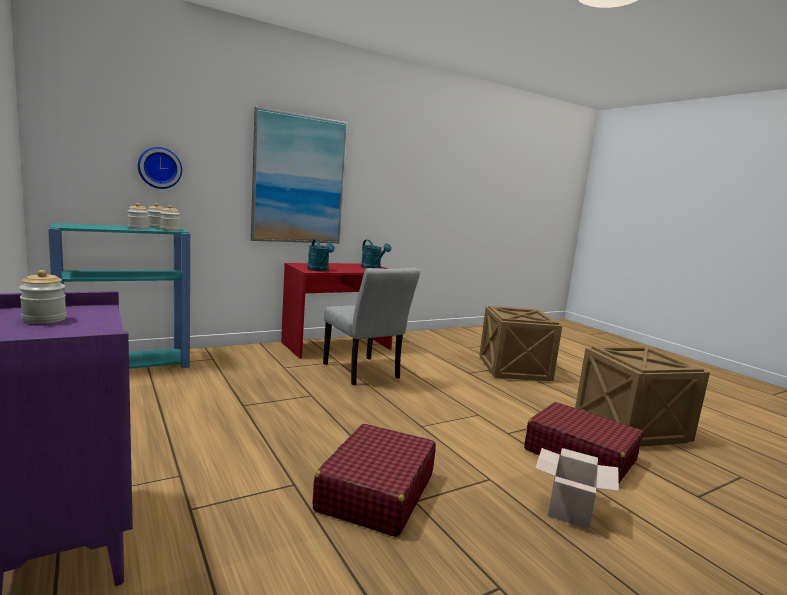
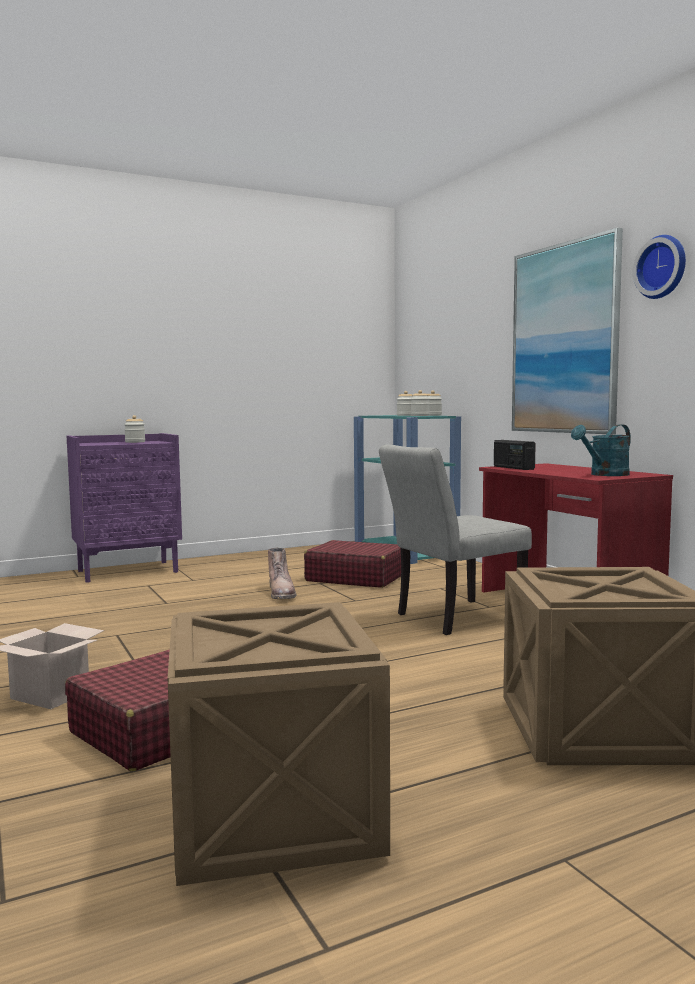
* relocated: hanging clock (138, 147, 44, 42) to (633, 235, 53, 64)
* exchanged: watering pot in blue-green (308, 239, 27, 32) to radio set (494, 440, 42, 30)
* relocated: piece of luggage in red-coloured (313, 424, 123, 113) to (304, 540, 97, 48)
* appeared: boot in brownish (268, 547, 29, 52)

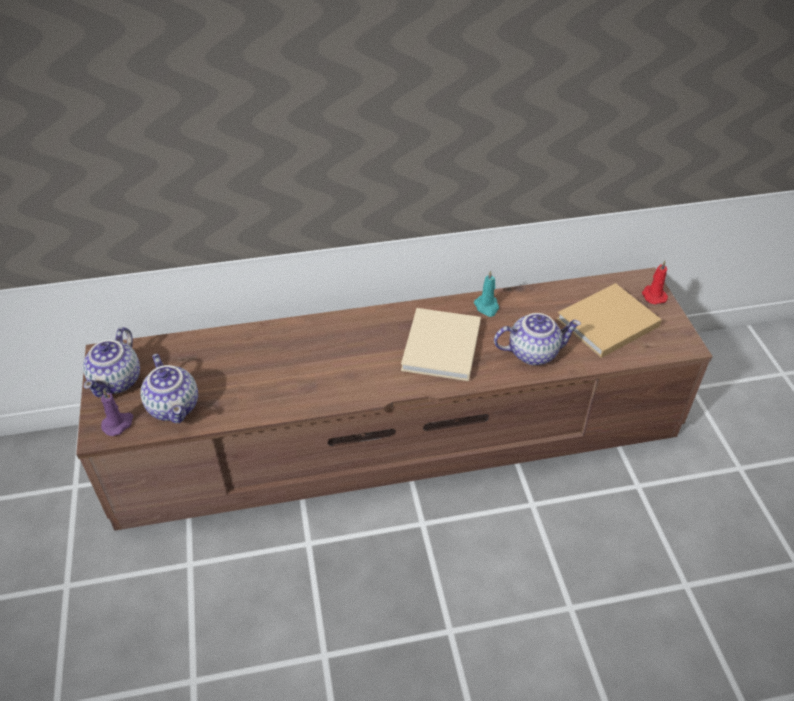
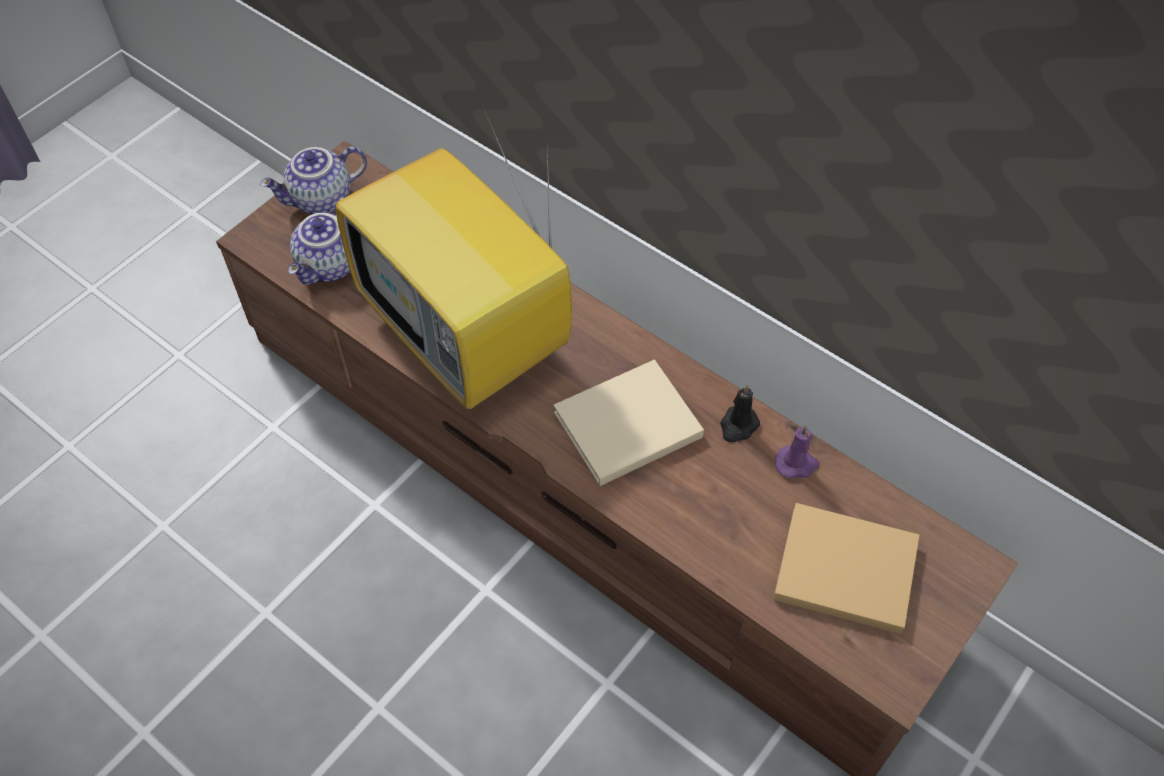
* relocated: wax light in purplish (101, 389, 32, 47) to (775, 425, 45, 54)
* colour: wax light in blue-green (474, 270, 25, 47) to wax light in black (720, 385, 40, 57)
* missing: teapot (494, 313, 87, 52)
* missing: wax light in red-coloured (642, 261, 26, 43)
* appeared: TV set (336, 110, 236, 299)

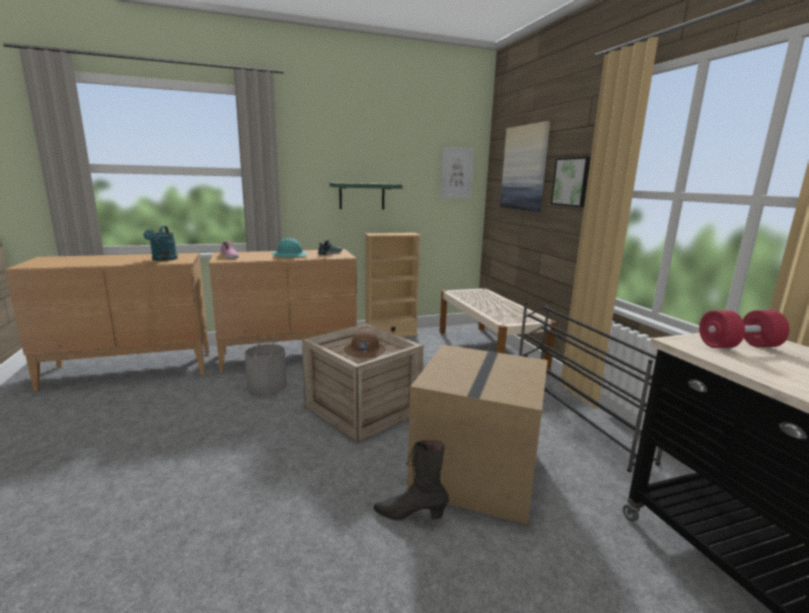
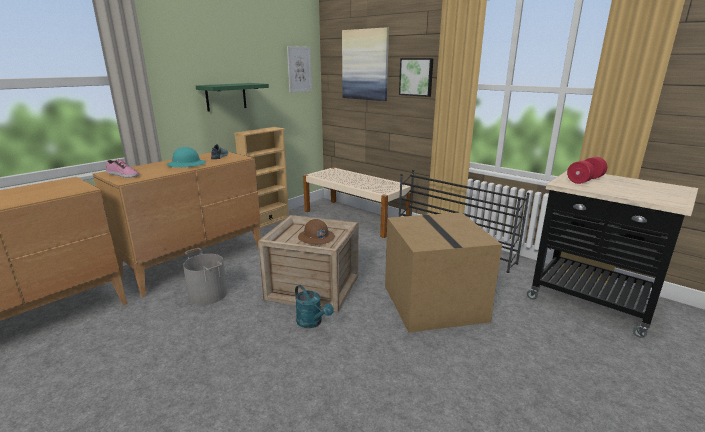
* relocated: watering pot in blue-green (143, 226, 35, 35) to (295, 285, 39, 43)
* missing: boot in black (373, 440, 76, 81)

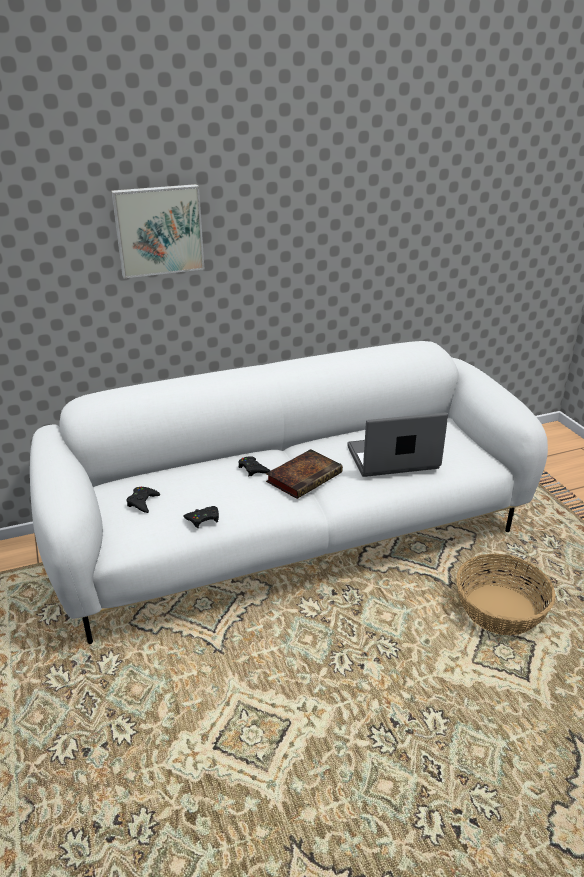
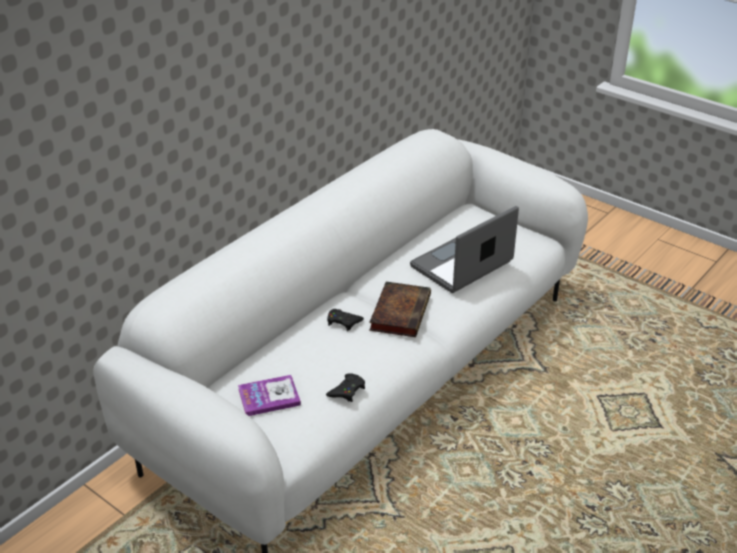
* missing: picture (111, 184, 93, 94)
* exchanged: game controller in black (126, 486, 34, 27) to volume (238, 375, 63, 41)
* missing: household basket (456, 554, 100, 81)

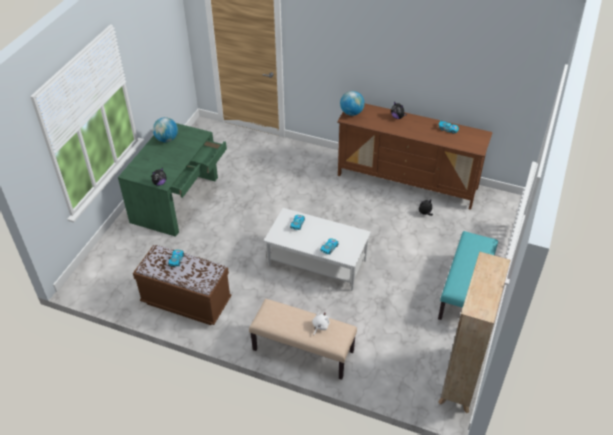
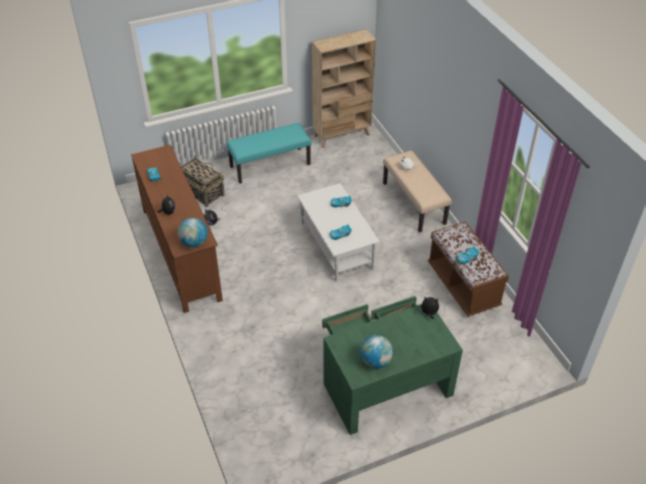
* appeared: household basket (181, 156, 44, 51)

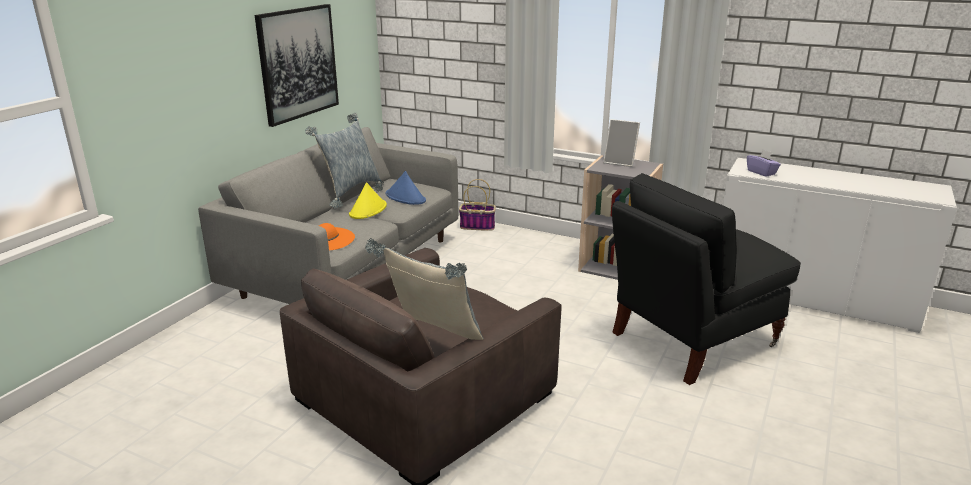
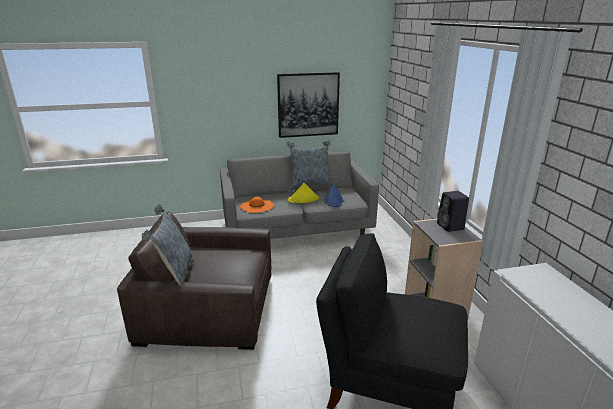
* missing: household basket (459, 179, 37, 52)
* exchanged: standing frame (603, 119, 37, 48) to audio speaker in black (437, 191, 32, 41)
* missing: tissue box in purplish (747, 149, 34, 28)

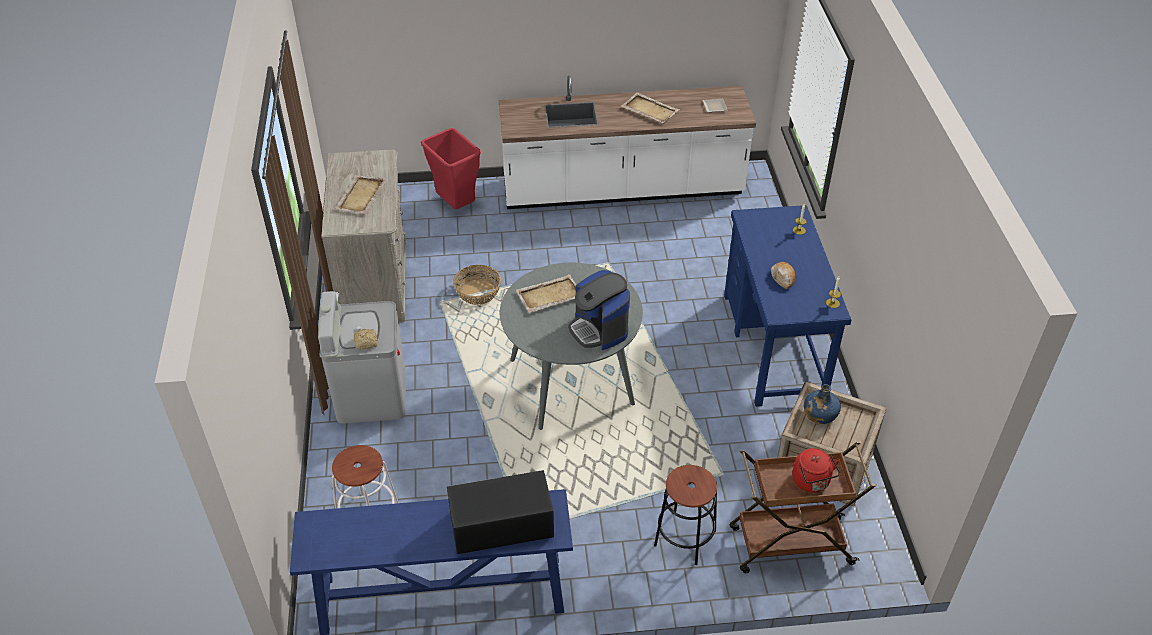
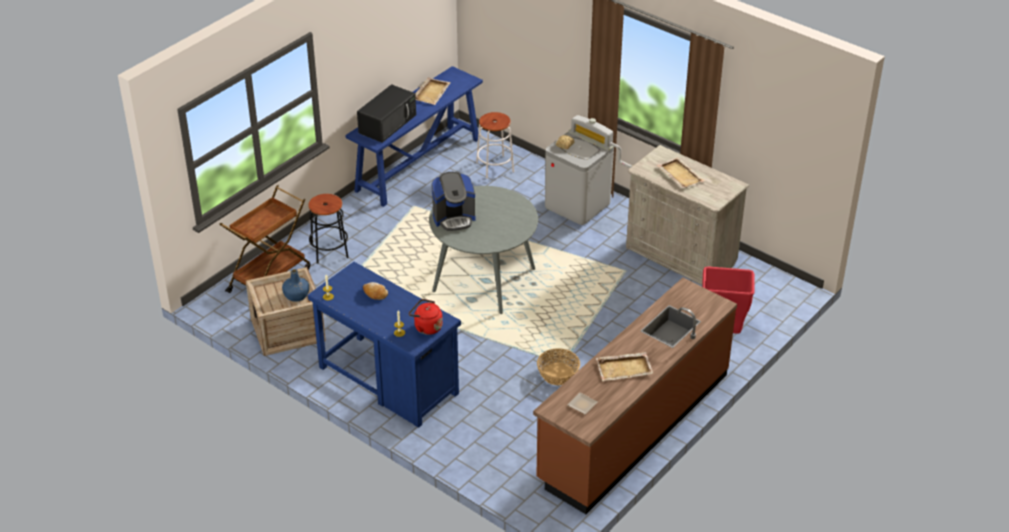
* relocated: household basket (453, 265, 48, 40) to (537, 348, 43, 37)
* colour: counter in white (499, 75, 257, 134) to counter in brownish (533, 278, 204, 236)
* relocated: tray in sand-coloured (516, 274, 60, 39) to (415, 78, 35, 27)
* spun: coffee machine (568, 270, 62, 80) = (431, 172, 44, 59) 150 degrees clockwise
* relocated: tea kettle in red-coloured (792, 448, 48, 45) to (409, 299, 34, 36)

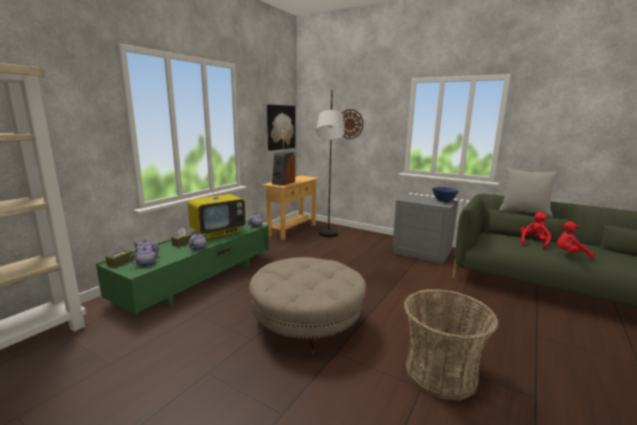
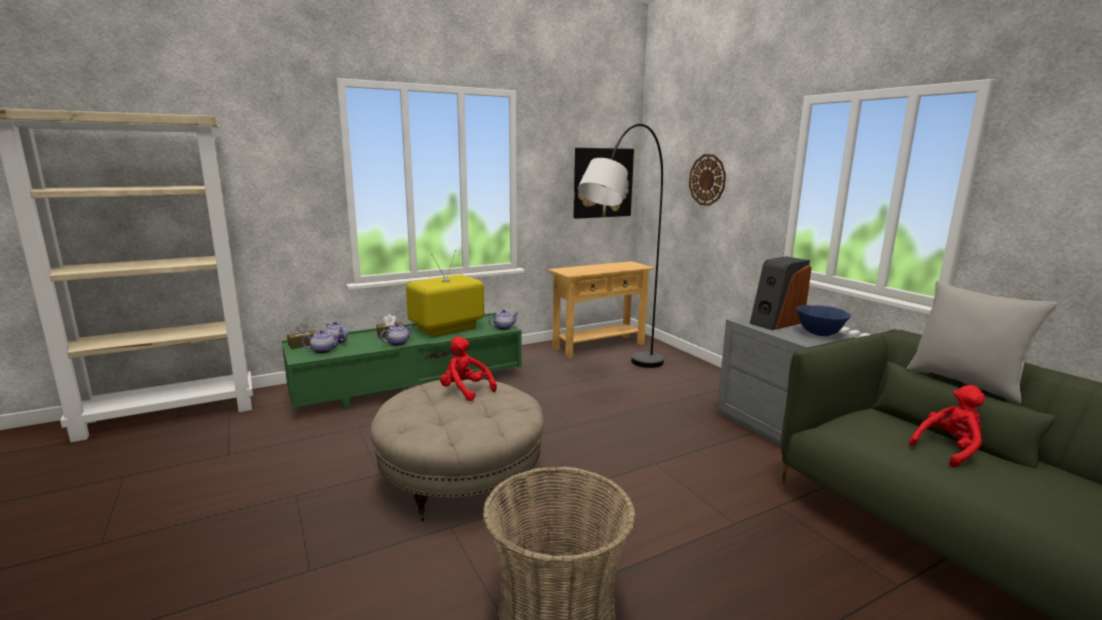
* spun: TV set (188, 177, 58, 62) = (406, 250, 78, 87) 150 degrees clockwise
* relocated: audio speaker (272, 152, 23, 34) to (750, 256, 61, 74)
* relocated: soft toy in red-coloured (557, 221, 37, 37) to (440, 337, 57, 64)

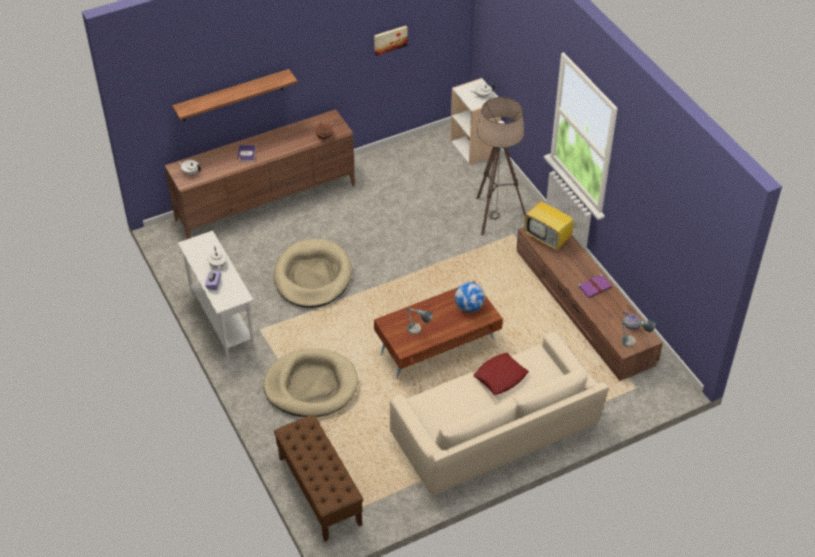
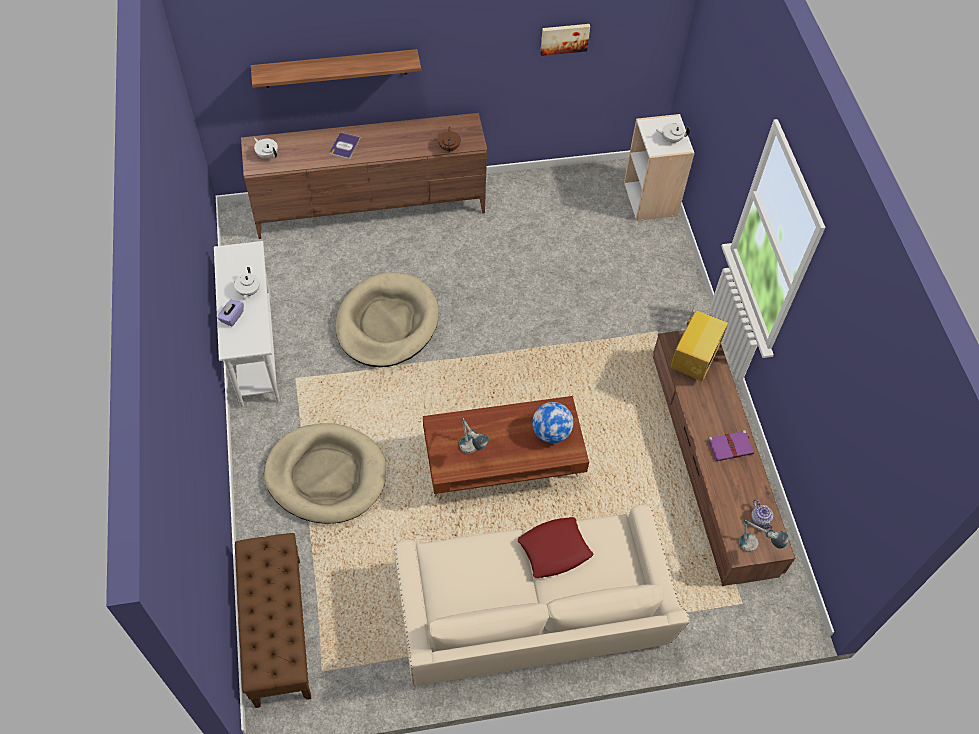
* missing: standing lamp (476, 97, 50, 139)
* spun: TV set (524, 198, 50, 52) = (670, 298, 58, 83) 120 degrees counterclockwise

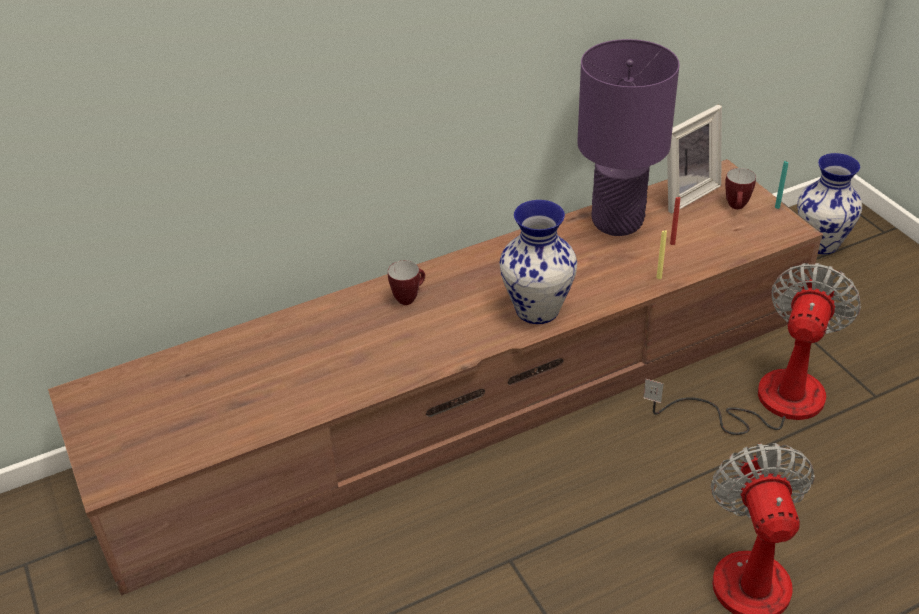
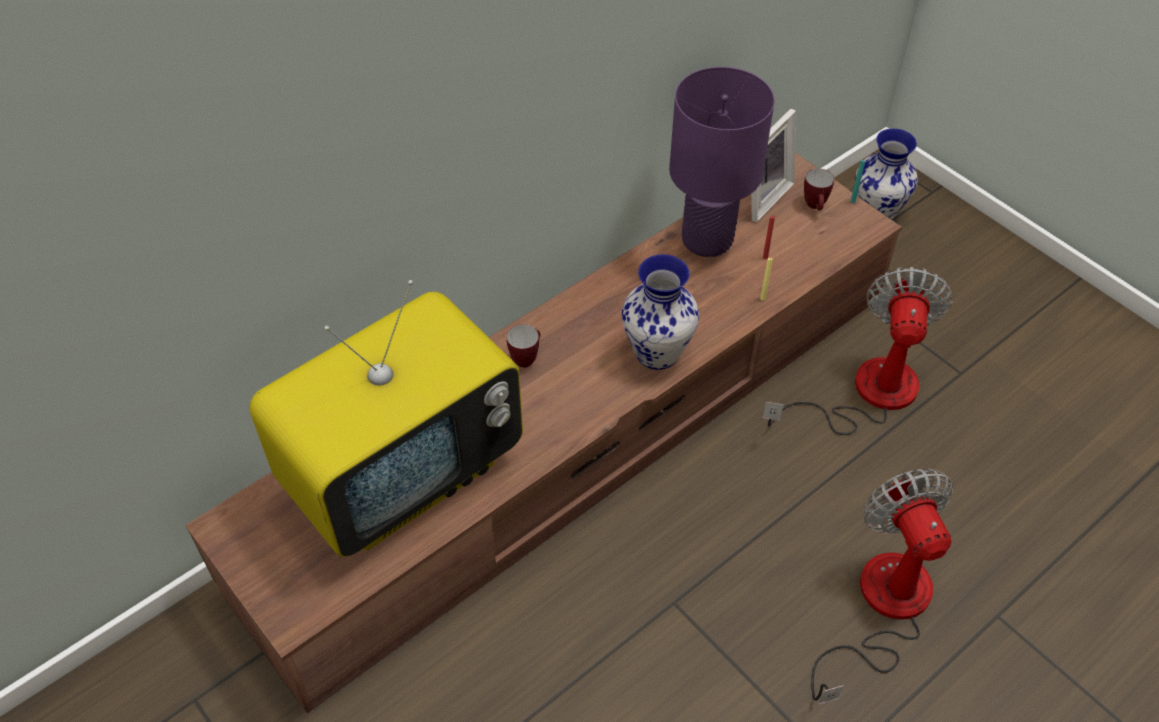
* appeared: TV set (250, 280, 273, 277)

